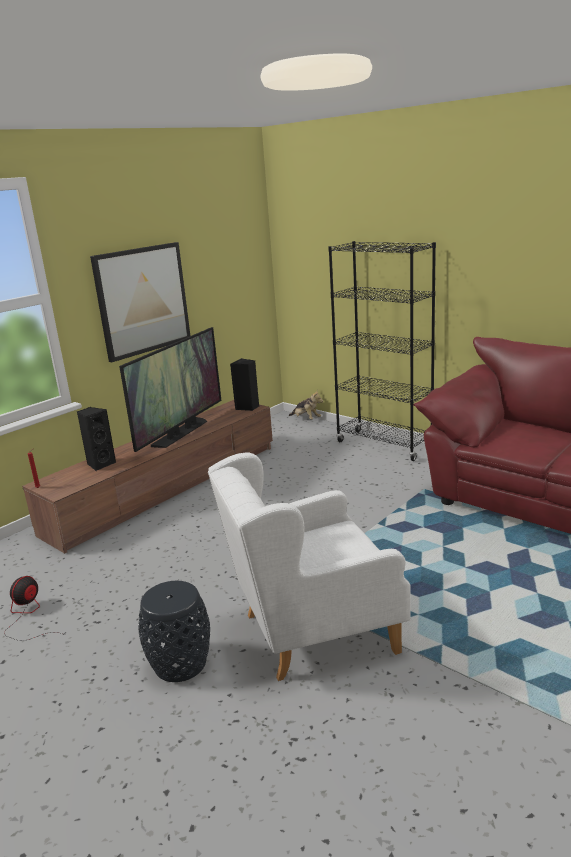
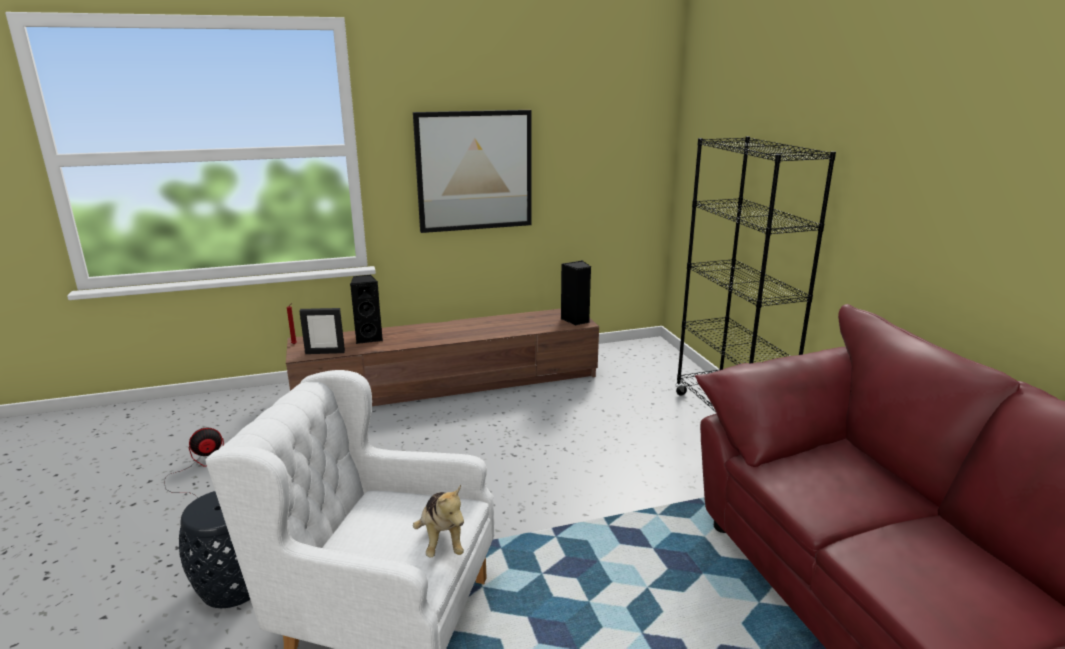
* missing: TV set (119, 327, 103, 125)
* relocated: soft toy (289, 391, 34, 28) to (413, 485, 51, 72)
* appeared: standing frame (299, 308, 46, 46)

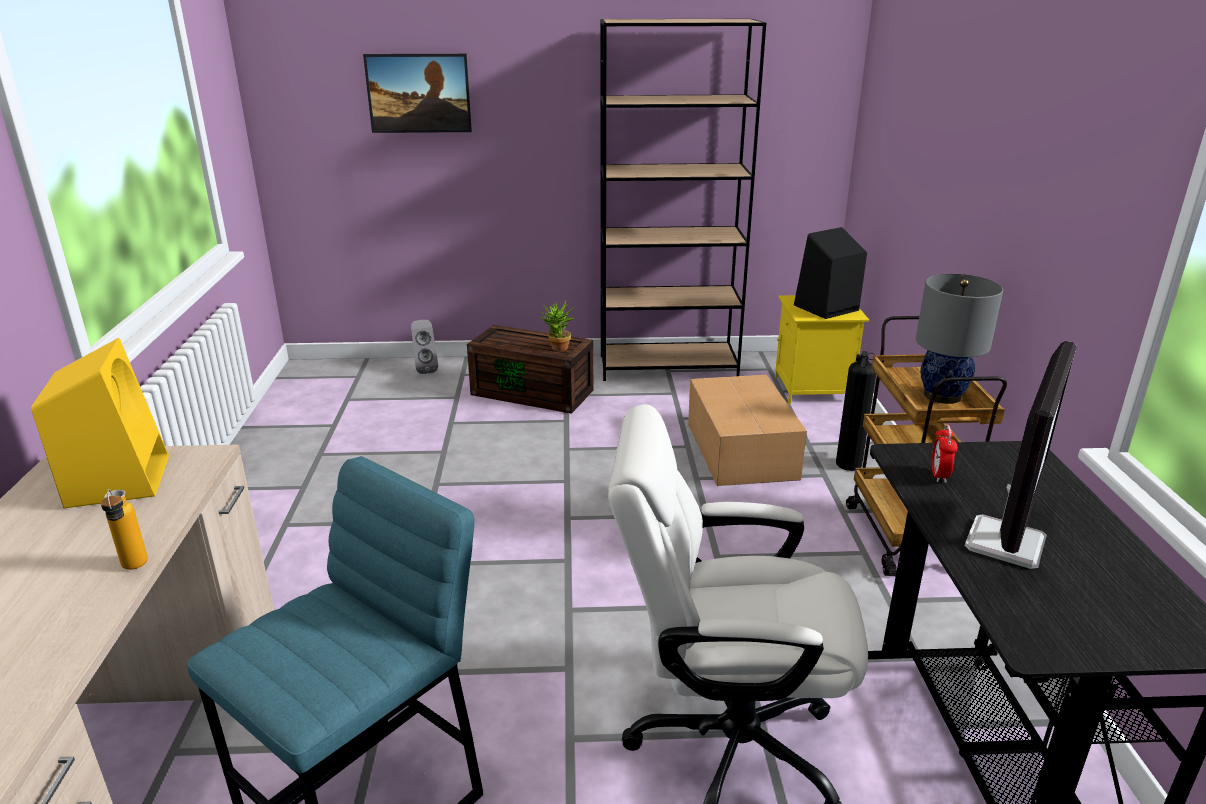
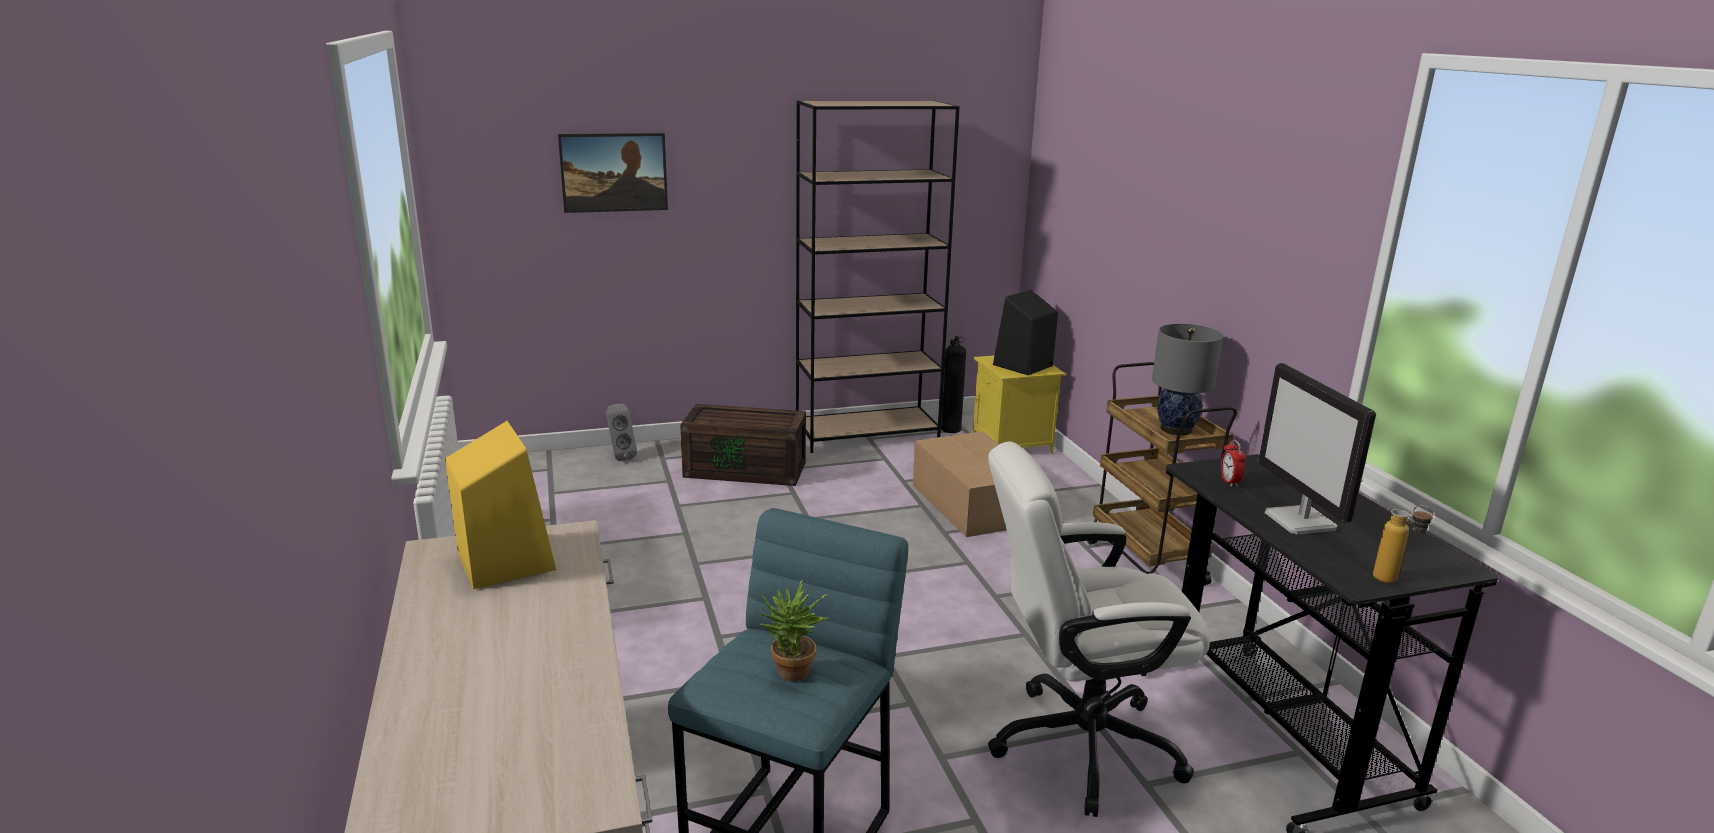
* relocated: drink bottle (100, 489, 48, 81) to (1373, 505, 60, 78)
* relocated: houseplant (539, 301, 36, 50) to (760, 580, 68, 101)
* relocated: extinguisher (836, 351, 40, 120) to (941, 336, 25, 97)
* spun: computer display (965, 341, 112, 228) = (1258, 363, 118, 172) 150 degrees clockwise

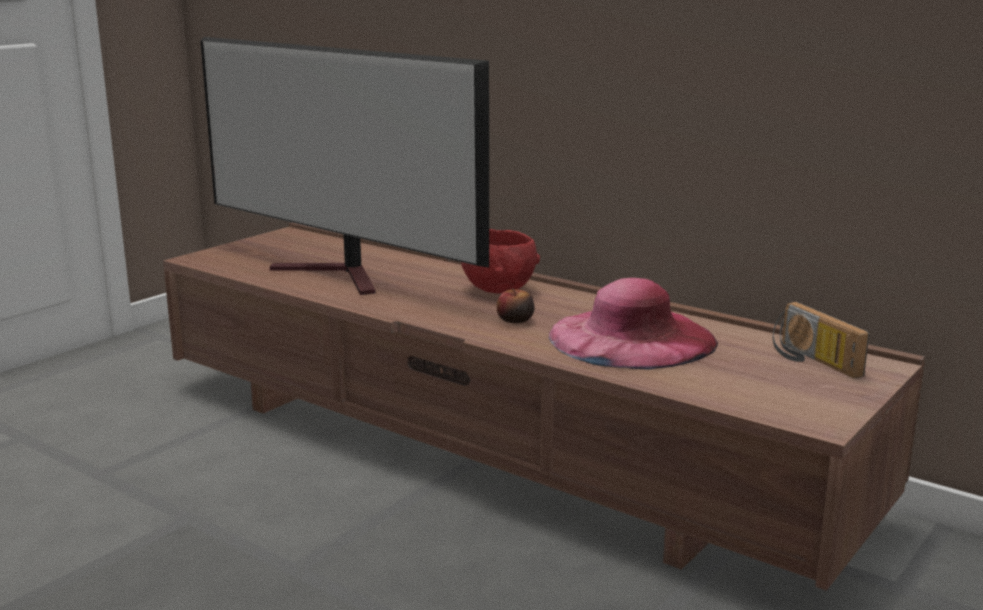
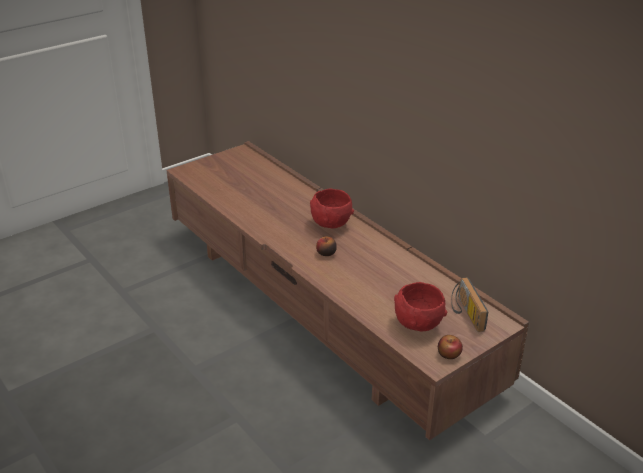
* missing: TV set (200, 37, 289, 258)
* missing: wearable hat in pinkish (549, 278, 169, 92)
* appeared: serving bowl in red-coloured (394, 282, 53, 49)
* appeared: whole apple (438, 335, 25, 24)

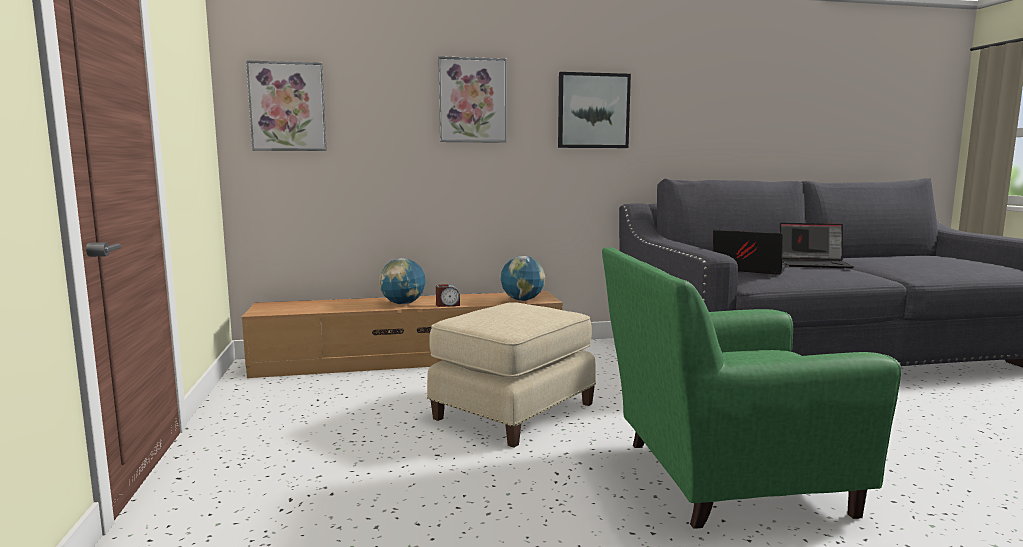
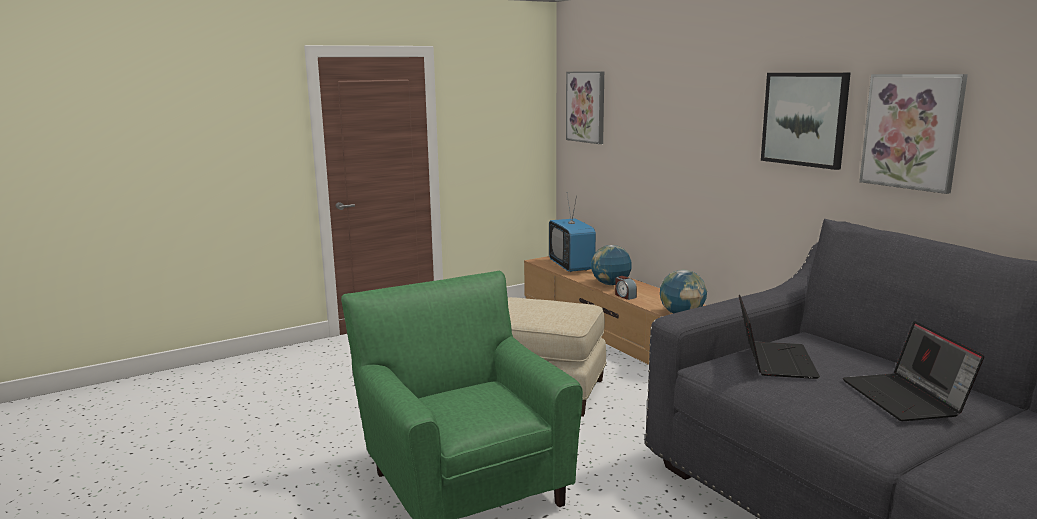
* relocated: picture (438, 56, 69, 87) to (859, 74, 109, 120)
* appeared: TV set (549, 194, 47, 78)

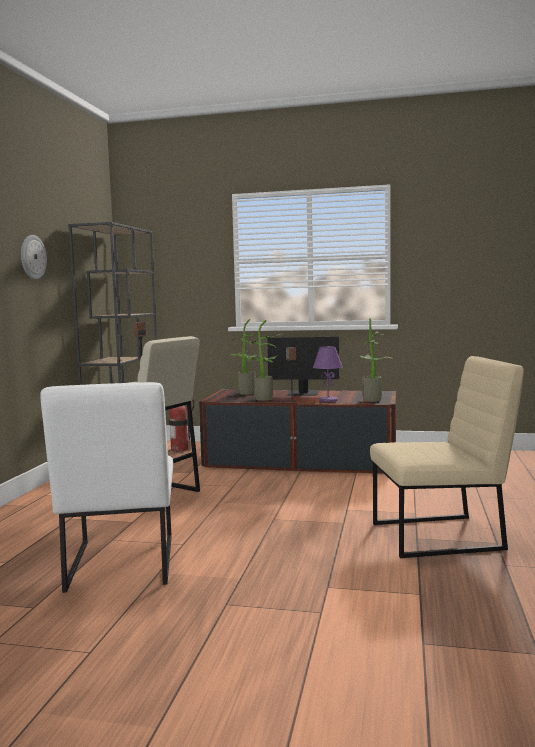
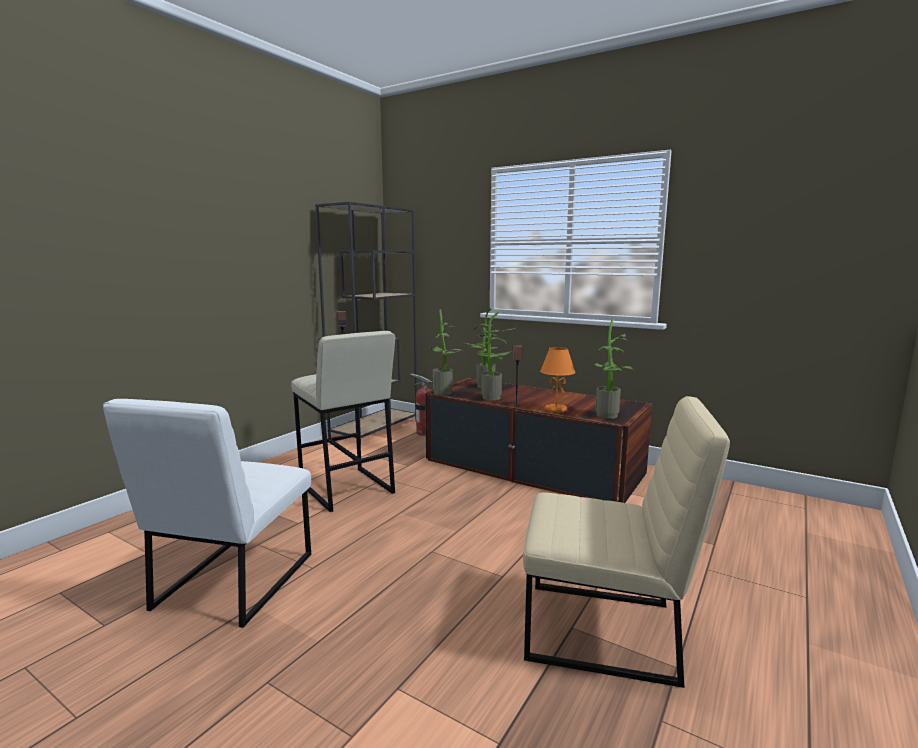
* missing: hanging clock (21, 235, 26, 44)
* missing: computer display (268, 337, 71, 59)
* colour: tabletop lamp in purplish (313, 346, 30, 56) to tabletop lamp in orangey (540, 347, 36, 66)
* appeared: houseplant (431, 310, 32, 86)

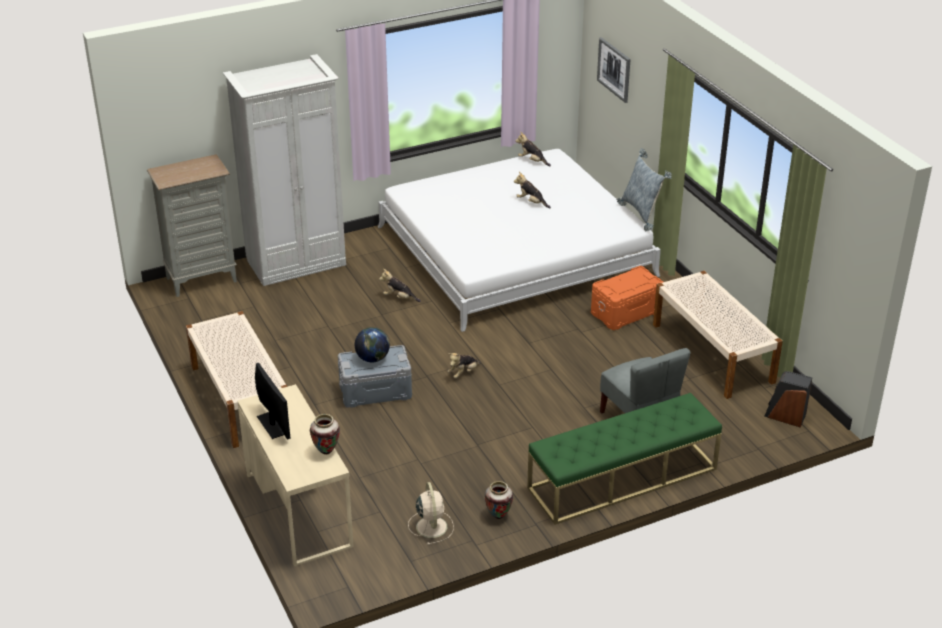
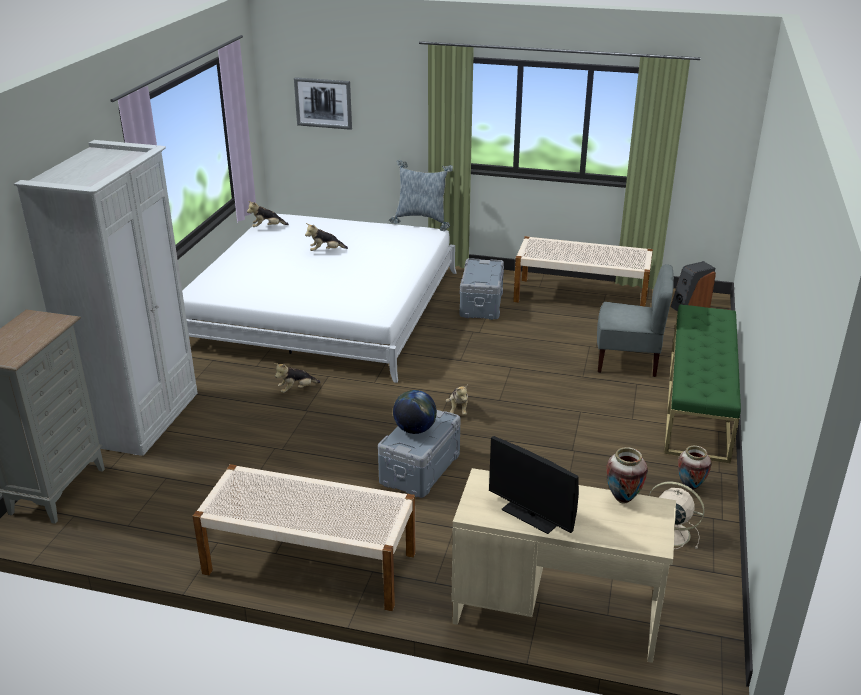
* spun: computer display (255, 363, 36, 76) = (489, 436, 90, 98) 150 degrees counterclockwise
* colour: storage bin in orangey (591, 266, 72, 64) to storage bin in greyish (459, 258, 45, 62)

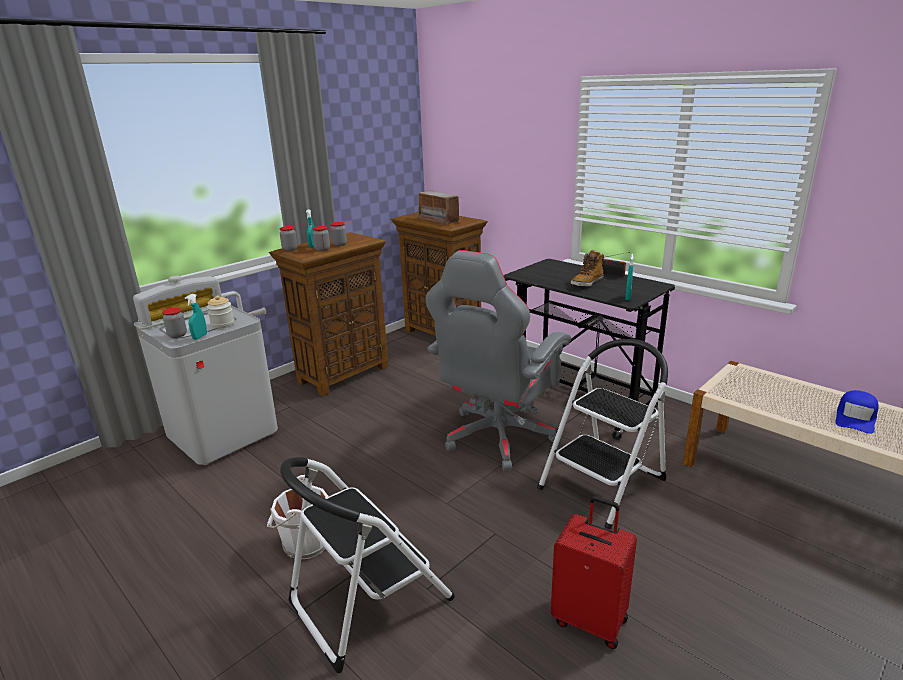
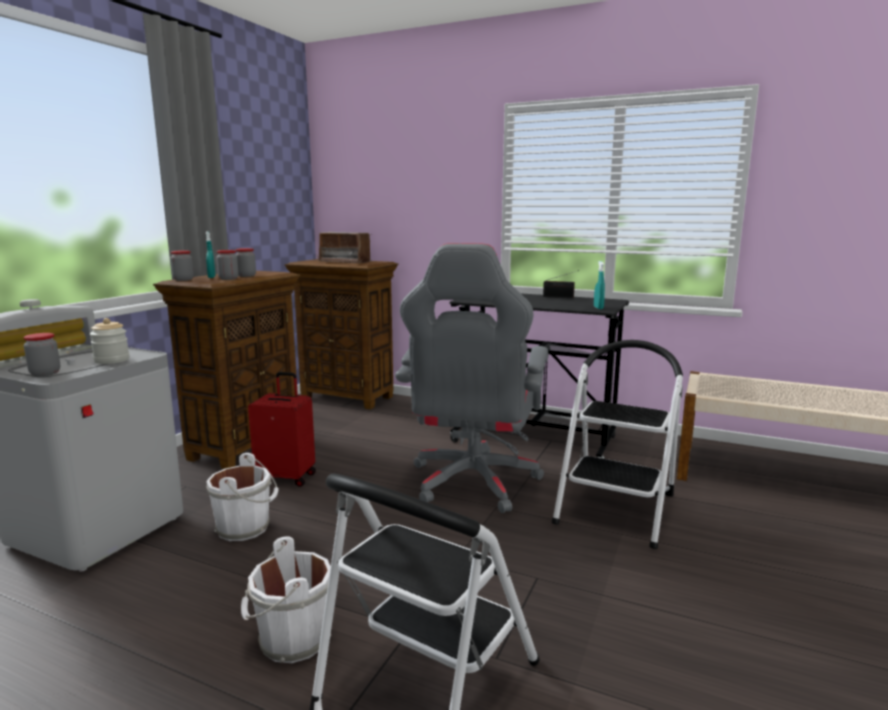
* missing: sprayer in blue-green (185, 294, 22, 46)
* relocated: piece of luggage in red-coloured (551, 496, 86, 153) to (248, 372, 68, 115)
* missing: boot (571, 250, 33, 37)
* missing: cap in blue-coloured (835, 390, 44, 44)
* appeared: pail in white (206, 453, 73, 88)

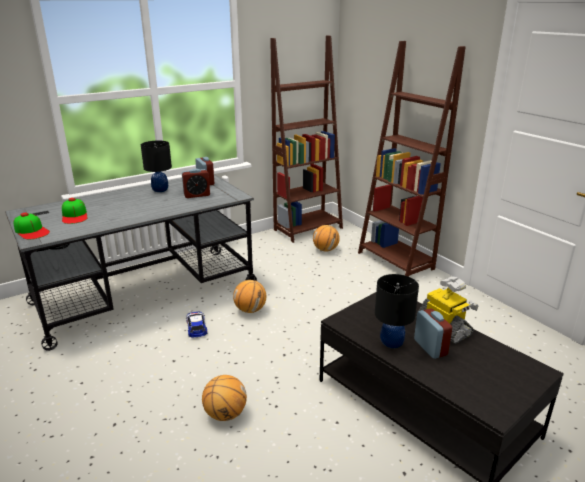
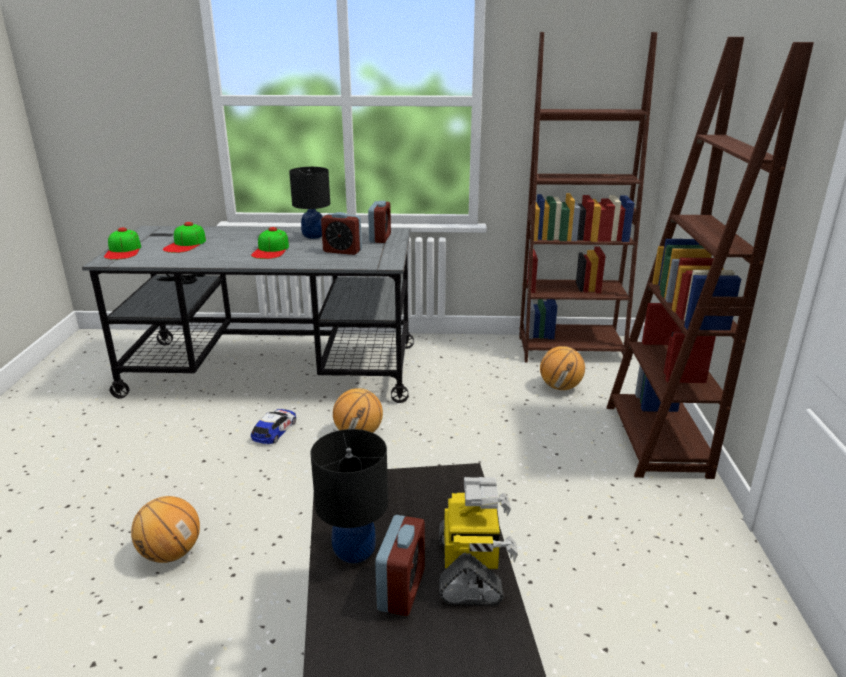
* appeared: cap (251, 227, 38, 32)

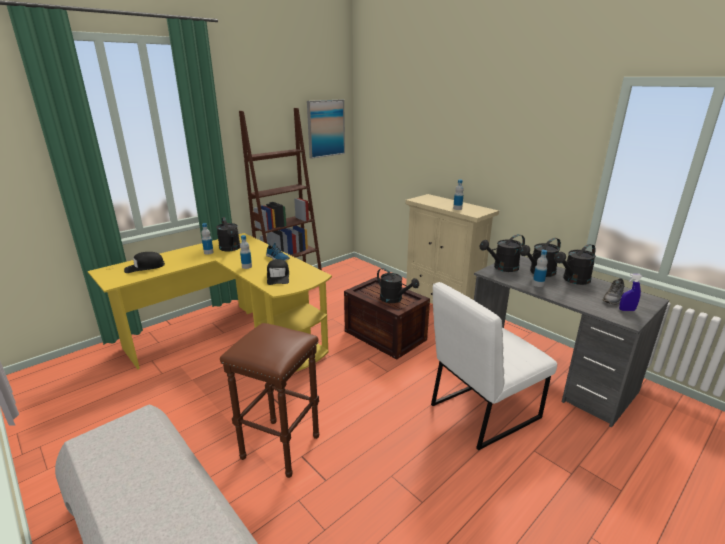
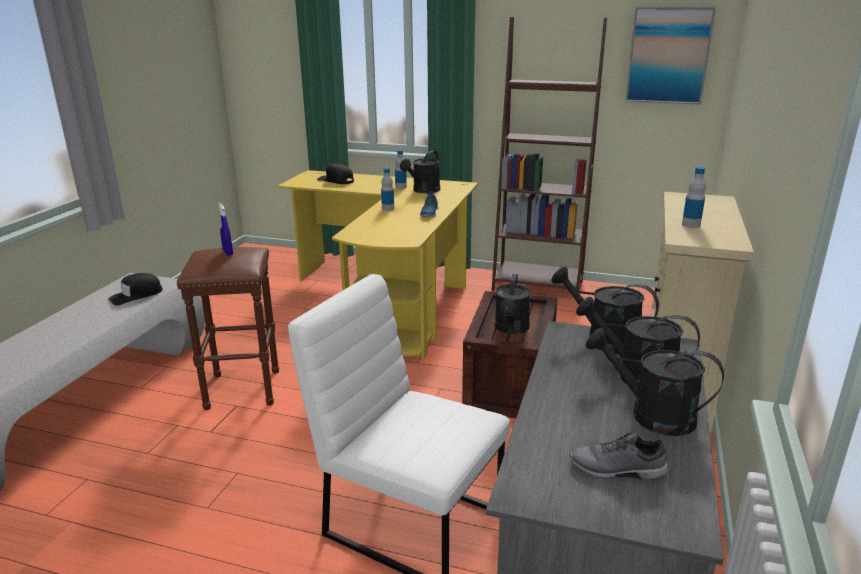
* relocated: cap in black (267, 259, 22, 26) to (108, 273, 55, 33)
* missing: drink bottle (532, 250, 16, 37)
* relocated: sprayer in blue-coloured (619, 274, 24, 37) to (218, 203, 15, 53)

